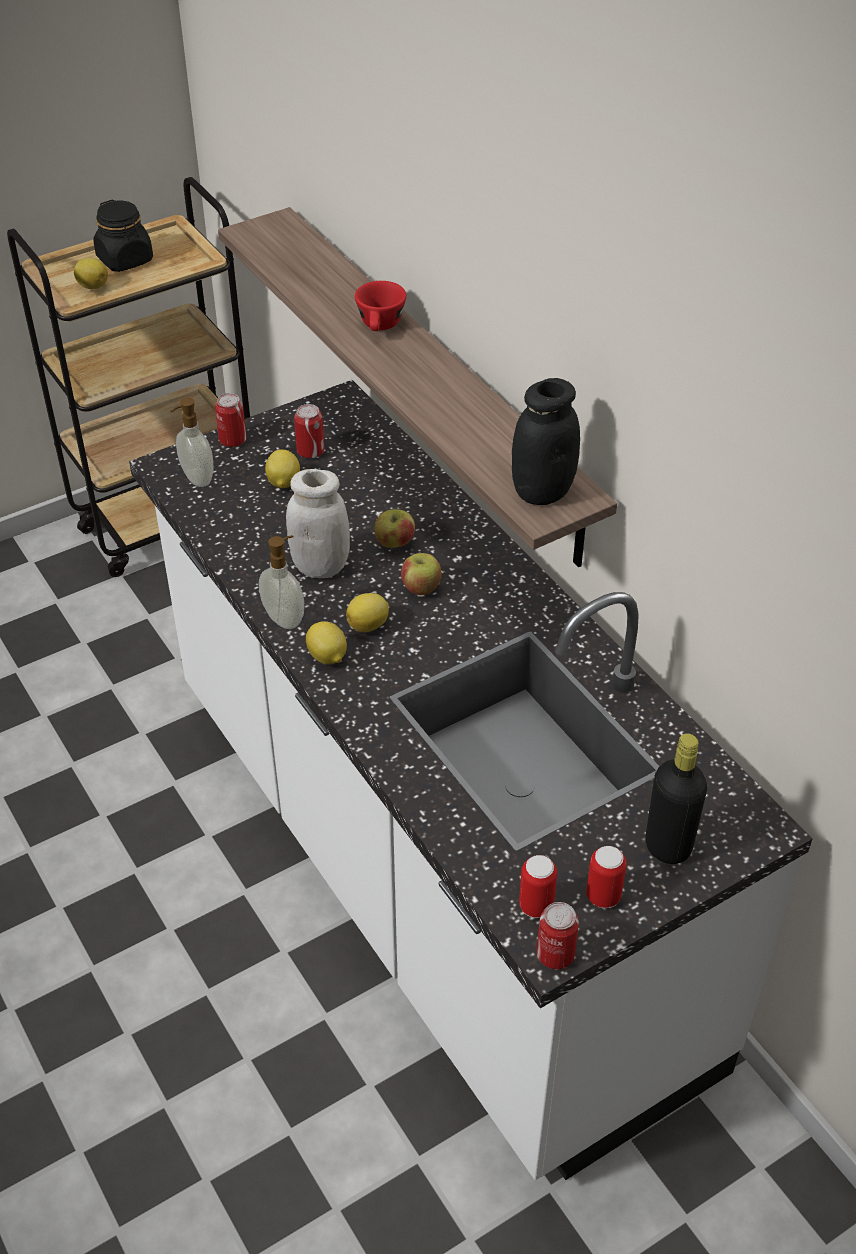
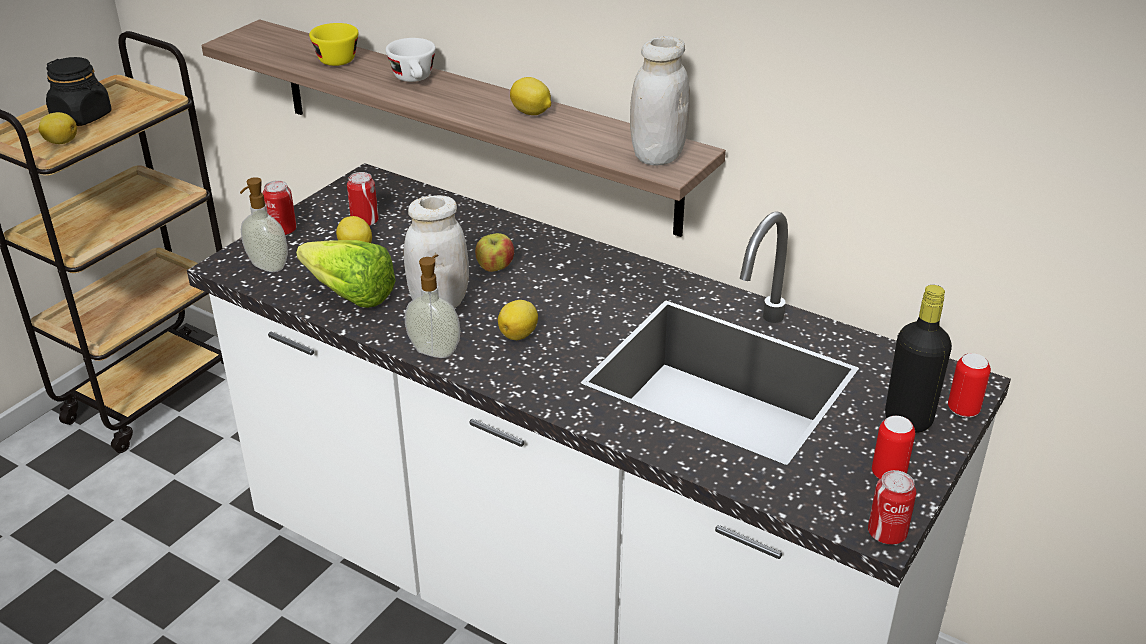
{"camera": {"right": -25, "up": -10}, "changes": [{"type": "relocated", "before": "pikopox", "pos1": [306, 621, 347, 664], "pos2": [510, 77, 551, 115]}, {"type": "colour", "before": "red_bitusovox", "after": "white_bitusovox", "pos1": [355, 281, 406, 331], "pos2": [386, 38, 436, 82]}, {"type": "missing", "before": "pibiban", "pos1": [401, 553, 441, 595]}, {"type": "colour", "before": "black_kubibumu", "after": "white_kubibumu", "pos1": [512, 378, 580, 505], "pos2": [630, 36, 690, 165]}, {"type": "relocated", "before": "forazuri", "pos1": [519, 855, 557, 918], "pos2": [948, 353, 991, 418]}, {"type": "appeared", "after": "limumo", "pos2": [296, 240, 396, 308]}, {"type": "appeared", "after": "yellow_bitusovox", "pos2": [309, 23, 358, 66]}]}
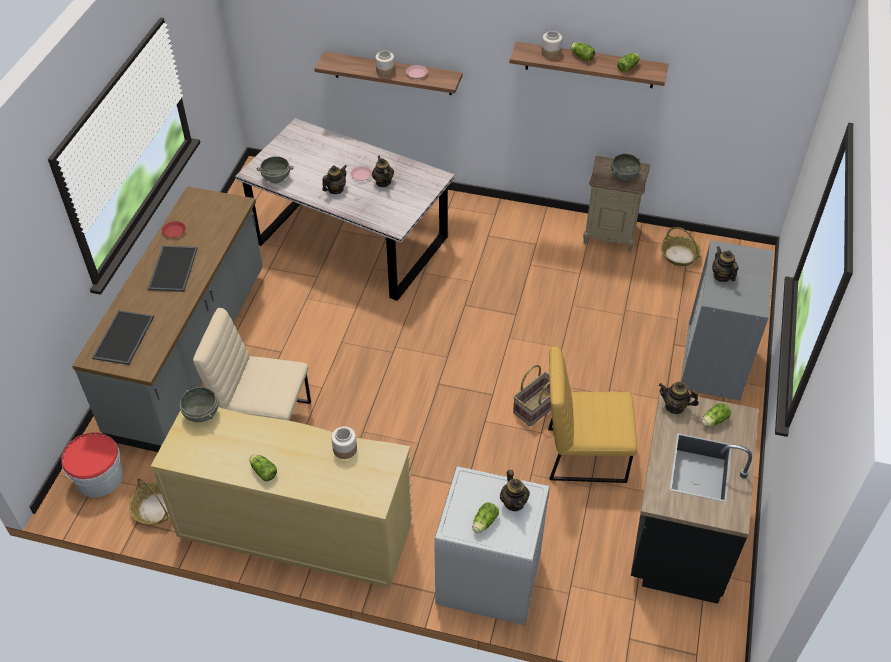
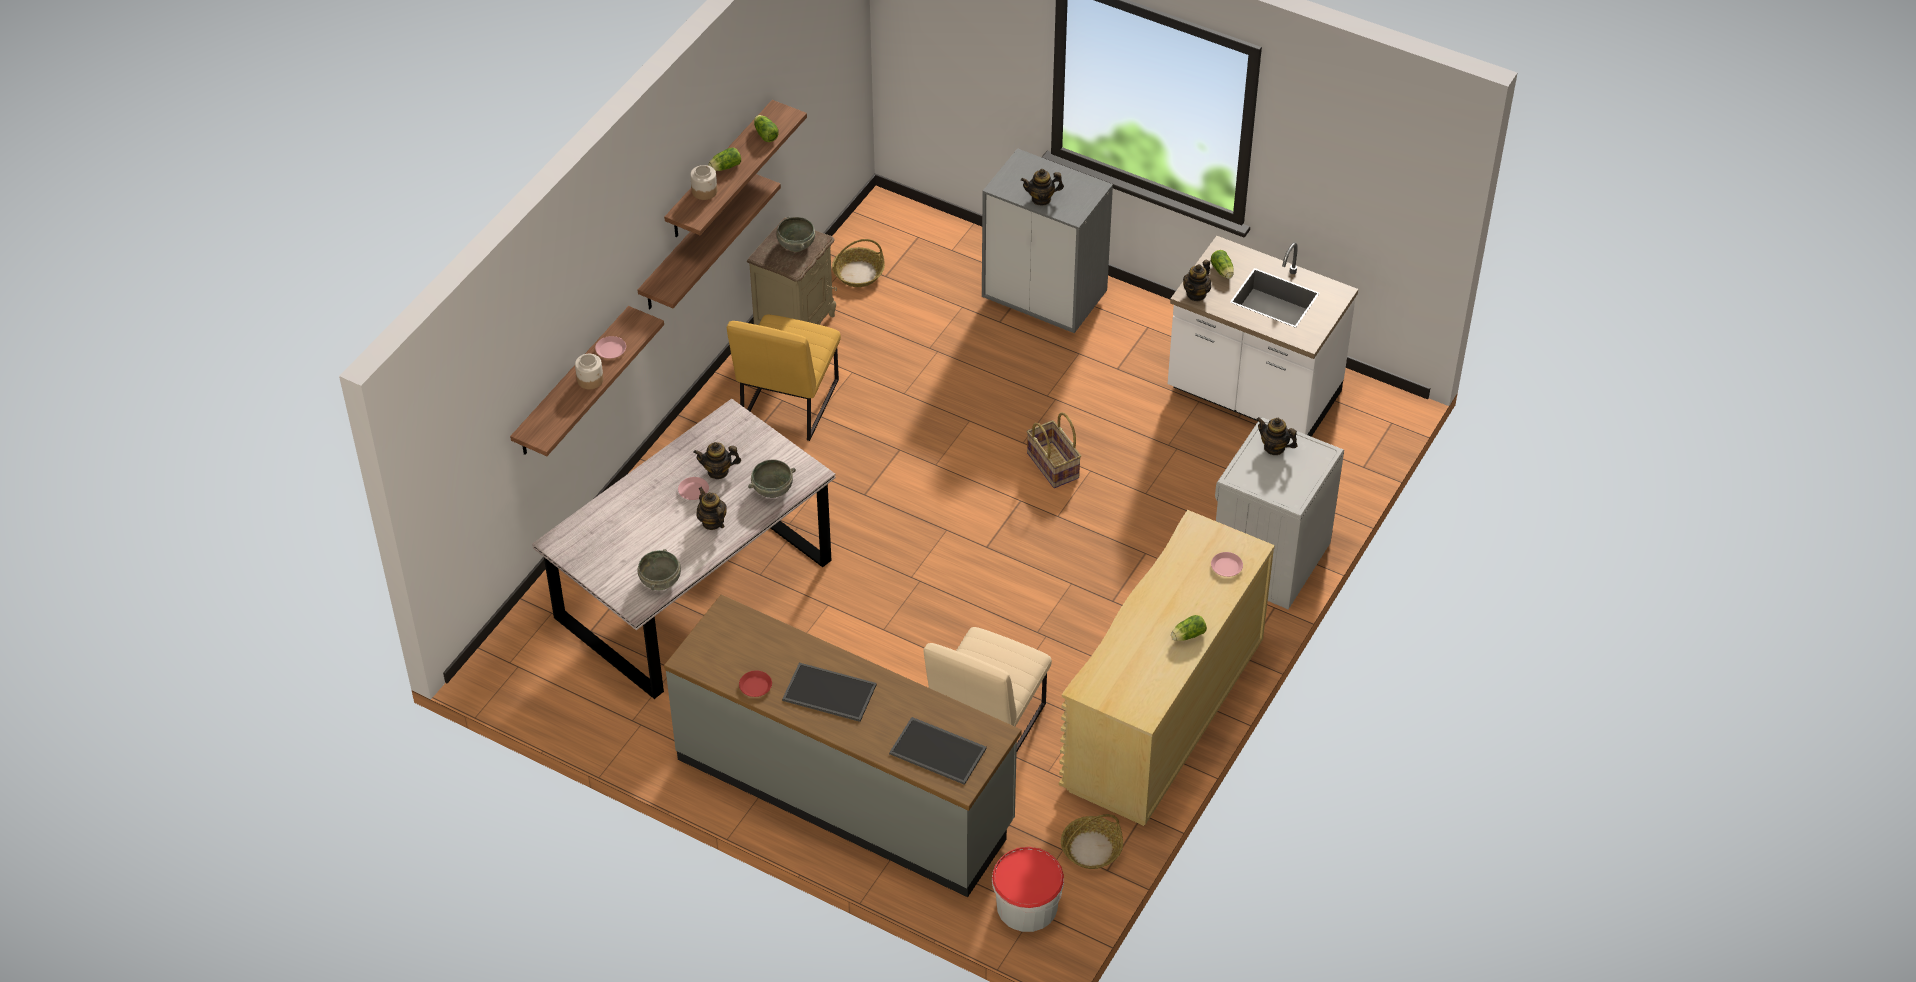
{"camera": {"right": -75, "up": 0}, "changes": [{"type": "relocated", "before": "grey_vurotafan", "pos1": [180, 387, 219, 423], "pos2": [748, 459, 796, 498]}, {"type": "missing", "before": "kubibumu", "pos1": [331, 426, 357, 459]}, {"type": "missing", "before": "limumo", "pos1": [473, 502, 499, 533]}, {"type": "spun", "before": "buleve", "pos1": [500, 470, 530, 511], "pos2": [1257, 417, 1297, 455], "turn": -150}, {"type": "relocated", "before": "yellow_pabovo", "pos1": [548, 347, 637, 483], "pos2": [727, 315, 841, 441]}, {"type": "colour", "before": "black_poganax", "after": "white_poganax", "pos1": [631, 392, 758, 604], "pos2": [1168, 236, 1358, 437]}, {"type": "appeared", "after": "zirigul", "pos2": [638, 174, 781, 309]}, {"type": "appeared", "after": "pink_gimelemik", "pos2": [1211, 552, 1243, 577]}]}
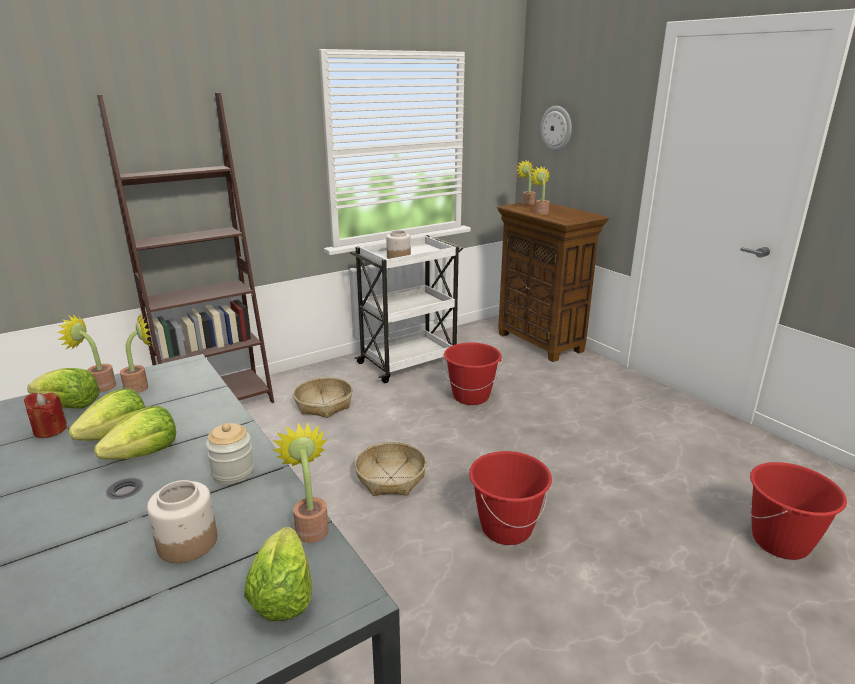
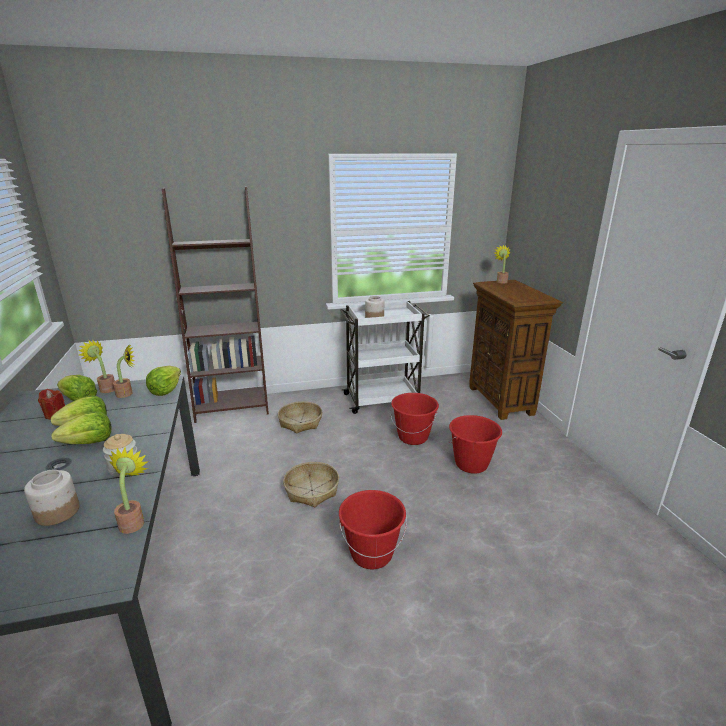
{"camera": {"right": 20, "up": 0}, "changes": [{"type": "relocated", "before": "limumo", "pos1": [244, 527, 312, 621], "pos2": [146, 366, 181, 396]}, {"type": "missing", "before": "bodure", "pos1": [529, 167, 550, 215]}, {"type": "missing", "before": "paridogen", "pos1": [540, 106, 572, 151]}, {"type": "relocated", "before": "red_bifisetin", "pos1": [749, 462, 847, 560], "pos2": [448, 415, 502, 474]}]}
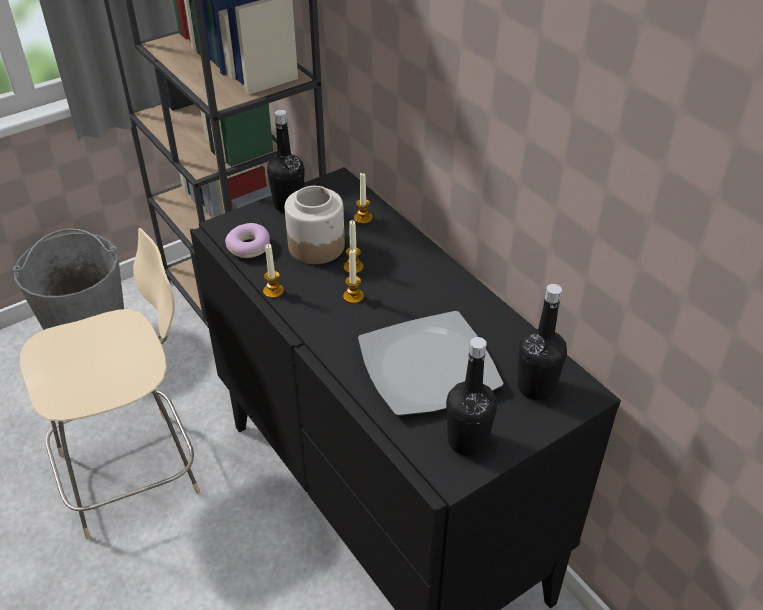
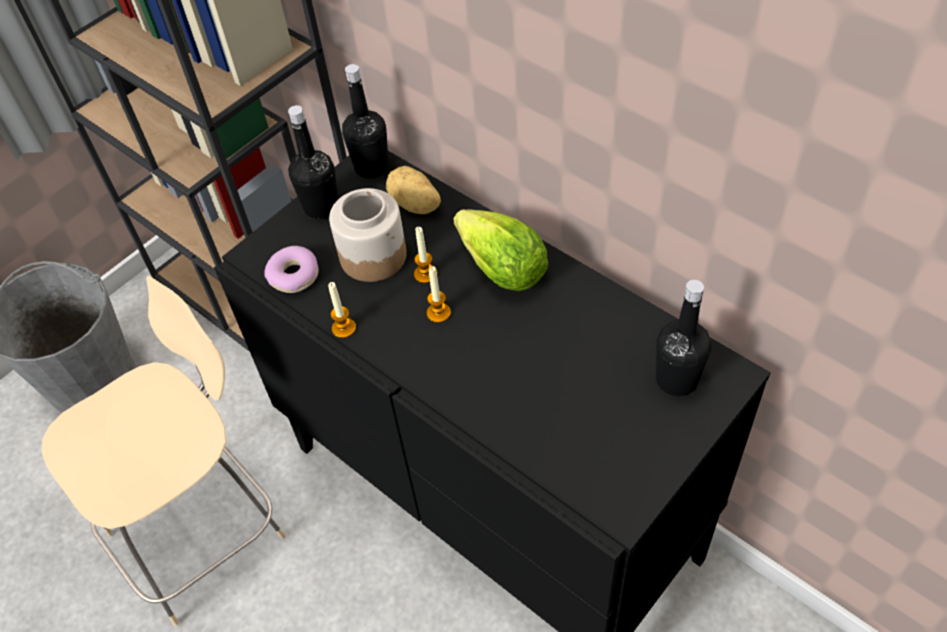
{"camera": {"right": -10, "up": 10}, "changes": [{"type": "exchanged", "before": "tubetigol", "after": "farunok", "pos1": [354, 172, 373, 224], "pos2": [386, 166, 441, 214]}, {"type": "missing", "before": "gimelemik", "pos1": [358, 311, 503, 416]}, {"type": "relocated", "before": "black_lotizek", "pos1": [446, 337, 497, 456], "pos2": [342, 64, 389, 178]}, {"type": "appeared", "after": "limumo", "pos2": [453, 209, 548, 291]}]}
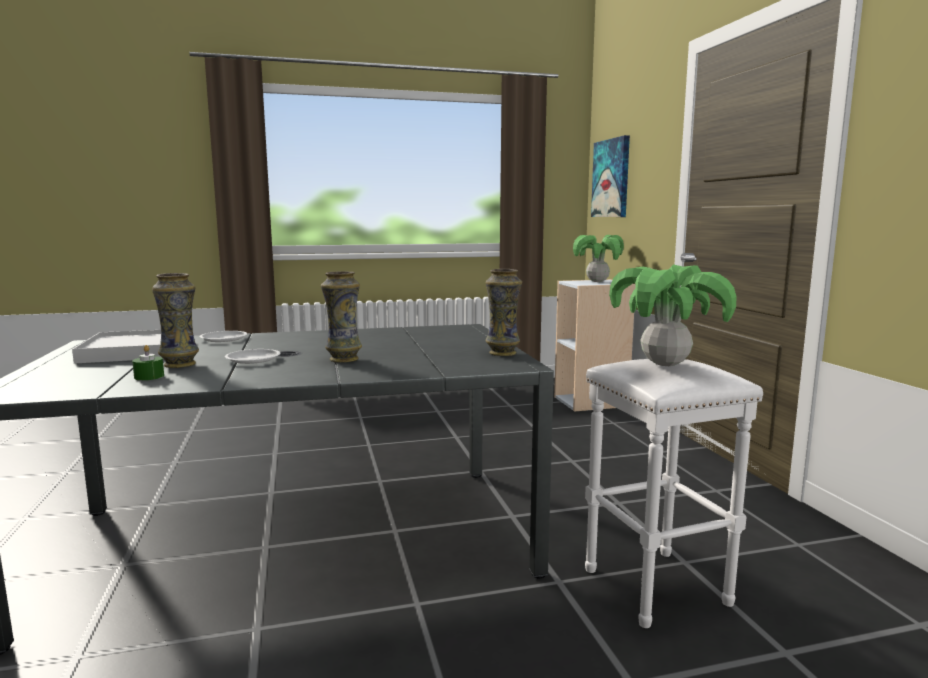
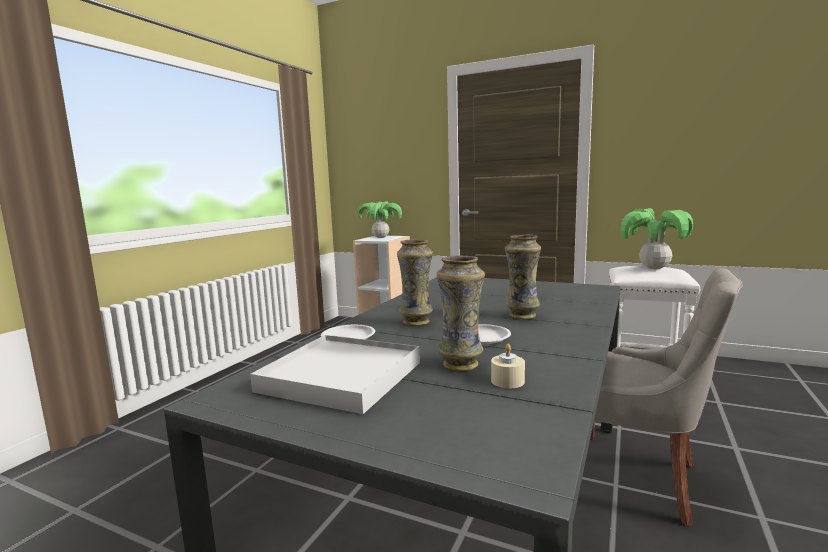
{"camera": {"right": -50, "up": 0}, "changes": [{"type": "colour", "before": "green_tubetigol", "after": "beige_tubetigol", "pos1": [132, 345, 164, 380], "pos2": [491, 344, 525, 388]}, {"type": "relocated", "before": "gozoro", "pos1": [486, 269, 522, 356], "pos2": [397, 239, 433, 326]}, {"type": "missing", "before": "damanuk", "pos1": [591, 135, 630, 217]}, {"type": "appeared", "after": "grey_pabovo", "pos2": [590, 268, 743, 526]}]}
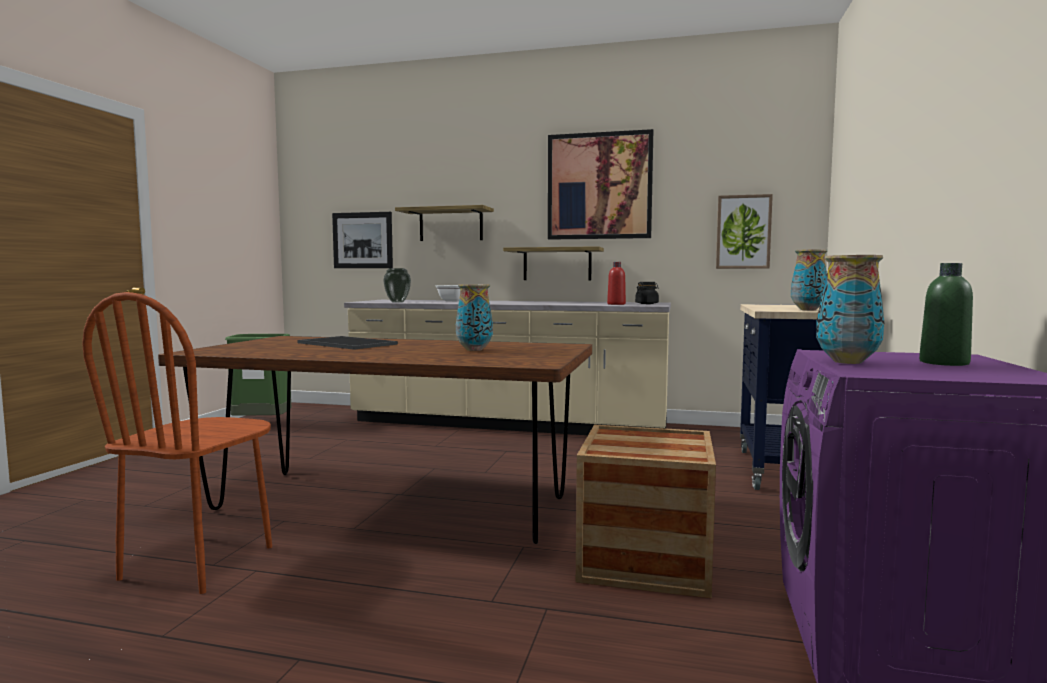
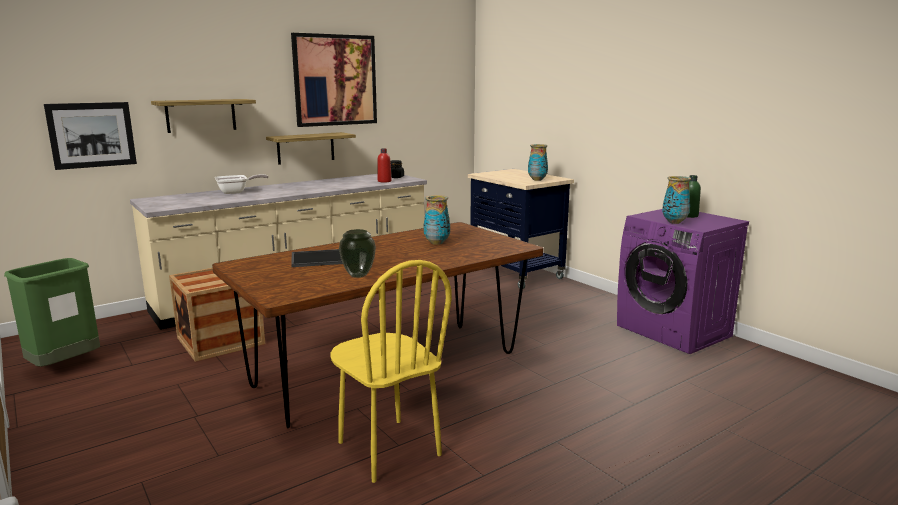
{"camera": {"right": -50, "up": 10}, "changes": [{"type": "colour", "before": "brown_pabovo", "after": "yellow_pabovo", "pos1": [82, 292, 272, 594], "pos2": [331, 260, 452, 483]}, {"type": "relocated", "before": "gozoro", "pos1": [383, 268, 411, 303], "pos2": [339, 229, 376, 278]}, {"type": "relocated", "before": "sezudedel", "pos1": [576, 424, 716, 598], "pos2": [169, 268, 265, 362]}, {"type": "missing", "before": "damanuk", "pos1": [716, 194, 773, 269]}]}
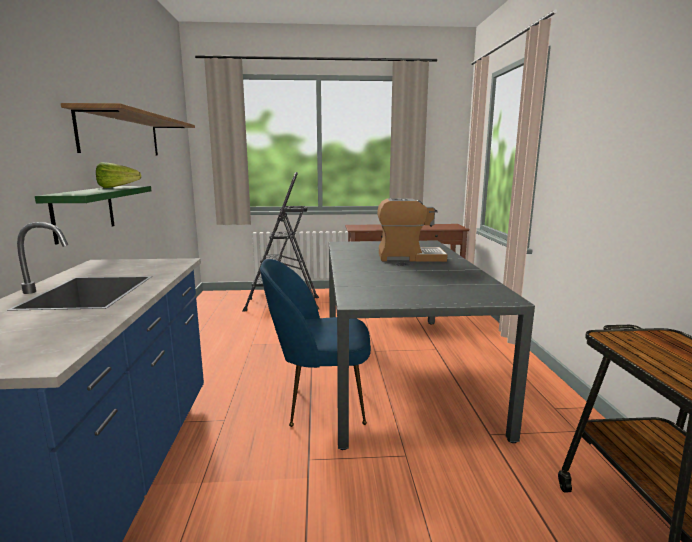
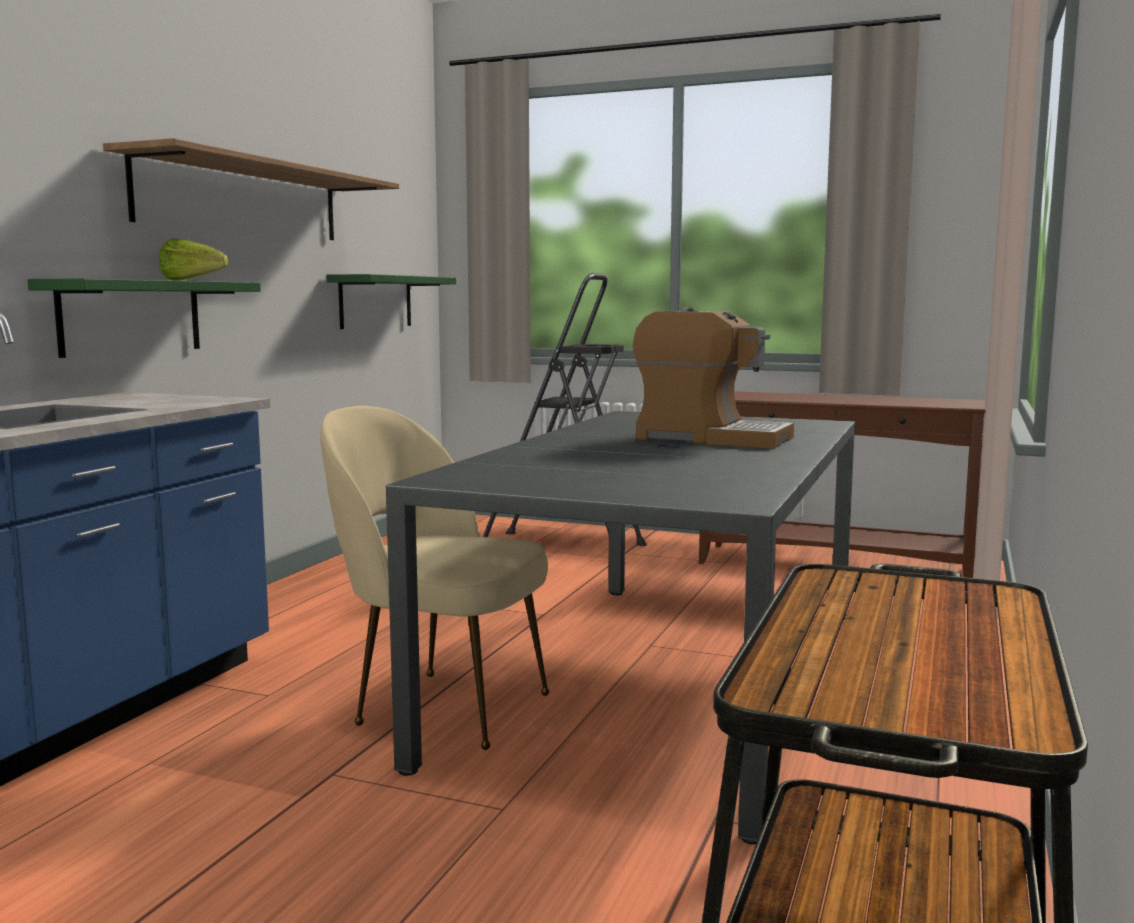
{"camera": {"right": 25, "up": -5}, "changes": [{"type": "colour", "before": "blue_pabovo", "after": "beige_pabovo", "pos1": [260, 259, 371, 427], "pos2": [320, 406, 549, 750]}, {"type": "appeared", "after": "green_zirigul", "pos2": [326, 274, 456, 329]}]}
